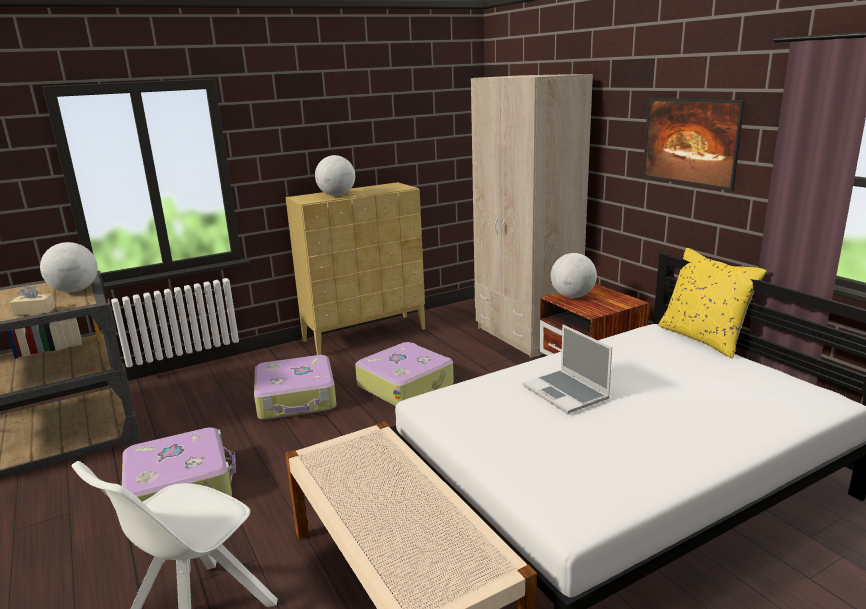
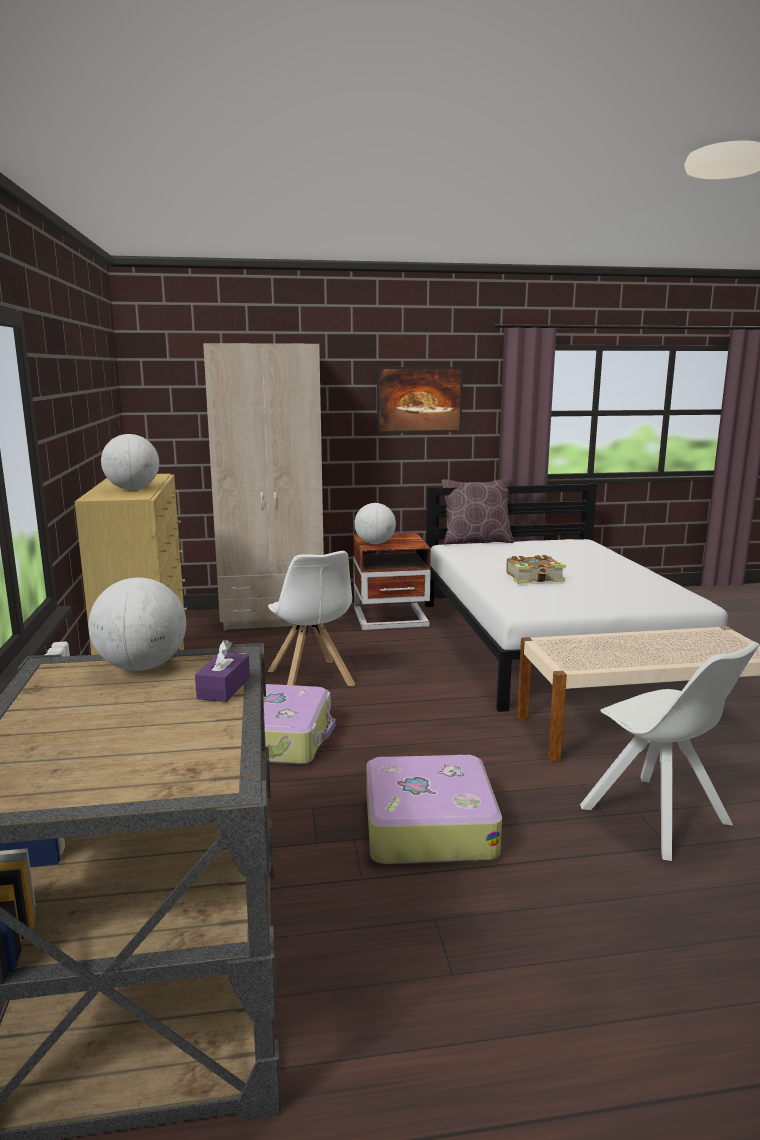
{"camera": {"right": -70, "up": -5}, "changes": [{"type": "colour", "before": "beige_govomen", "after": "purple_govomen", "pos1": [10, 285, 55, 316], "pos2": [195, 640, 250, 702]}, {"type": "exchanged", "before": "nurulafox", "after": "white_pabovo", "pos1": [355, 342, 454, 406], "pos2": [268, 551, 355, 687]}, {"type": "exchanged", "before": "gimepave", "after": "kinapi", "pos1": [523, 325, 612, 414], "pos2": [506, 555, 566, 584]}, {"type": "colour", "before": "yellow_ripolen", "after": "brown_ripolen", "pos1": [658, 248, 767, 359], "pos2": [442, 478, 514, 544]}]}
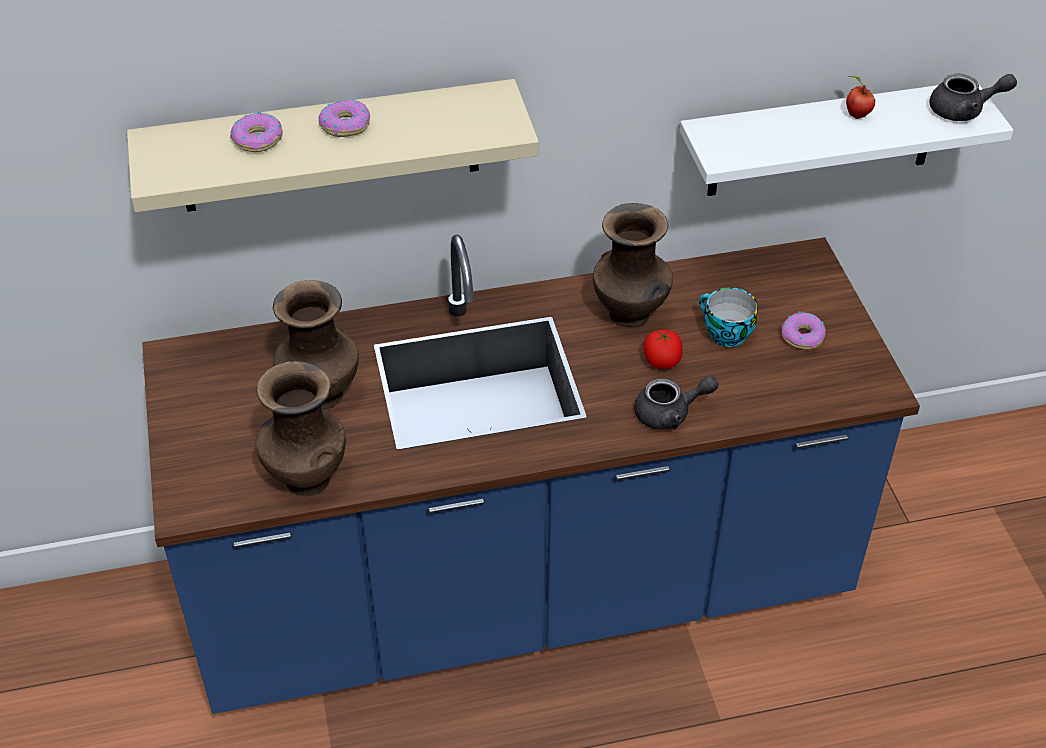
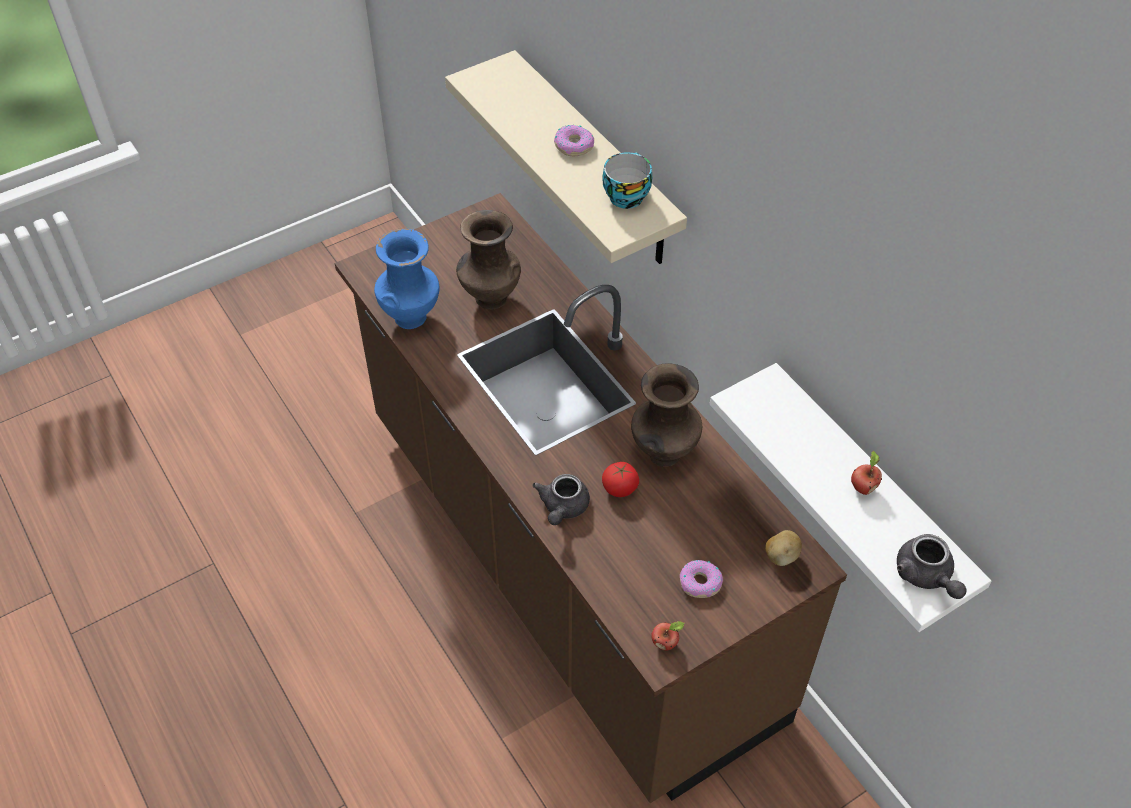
{"camera": {"right": 70, "up": 5}, "changes": [{"type": "colour", "before": "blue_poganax", "after": "brown_poganax", "pos1": [142, 235, 920, 714], "pos2": [335, 193, 847, 803]}, {"type": "missing", "before": "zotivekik", "pos1": [230, 112, 283, 152]}, {"type": "colour", "before": "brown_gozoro", "after": "blue_gozoro", "pos1": [256, 361, 346, 496], "pos2": [374, 229, 440, 329]}, {"type": "spun", "before": "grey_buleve", "pos1": [634, 376, 719, 430], "pos2": [532, 474, 590, 525], "turn": 45}, {"type": "relocated", "before": "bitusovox", "pos1": [699, 287, 758, 347], "pos2": [602, 152, 652, 209]}, {"type": "appeared", "after": "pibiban", "pos2": [651, 621, 685, 650]}, {"type": "appeared", "after": "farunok", "pos2": [765, 530, 802, 566]}]}
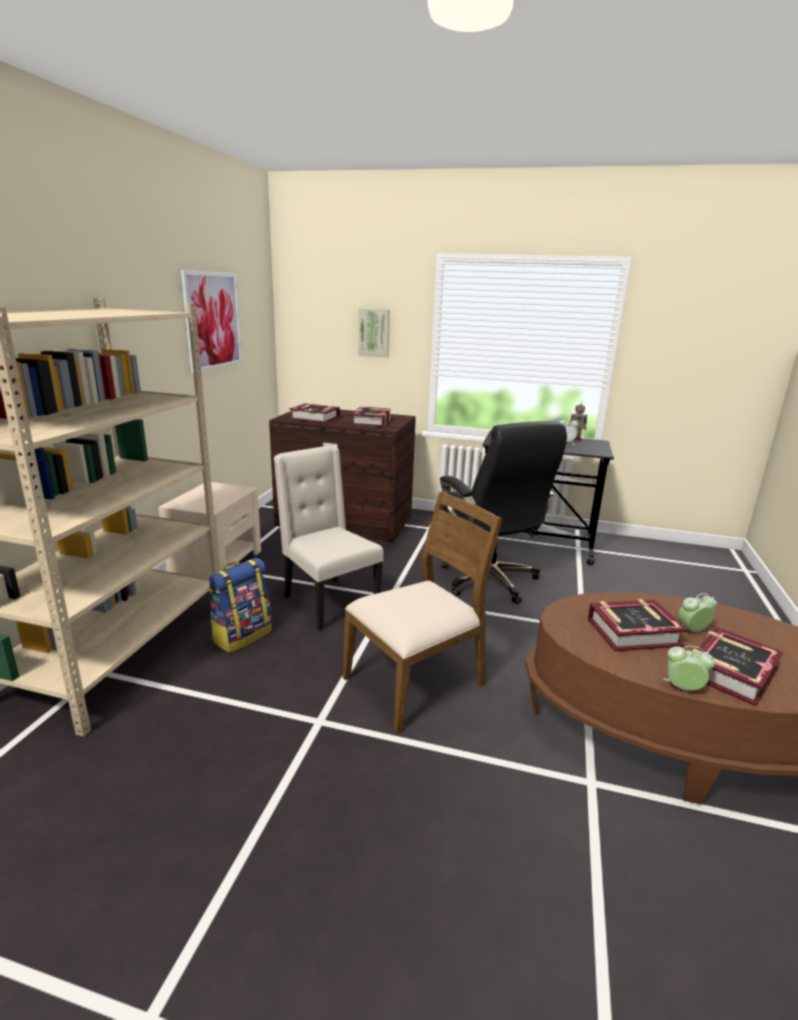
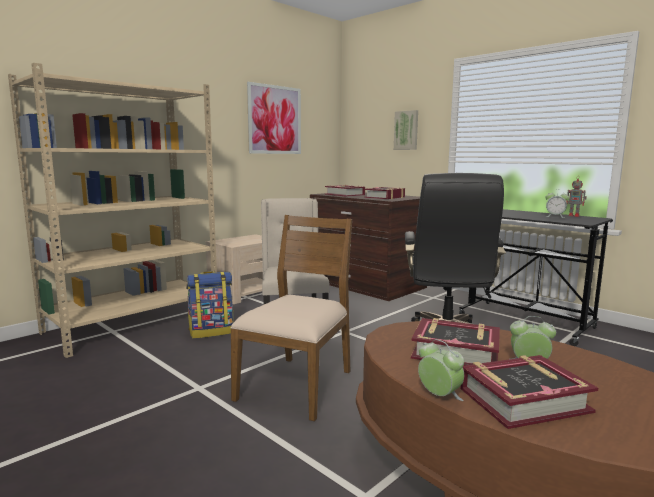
{"camera": {"right": 30, "up": -10}, "changes": [{"type": "spun", "before": "brown_pabovo", "pos1": [342, 491, 502, 734], "pos2": [230, 215, 352, 422], "turn": -60}]}
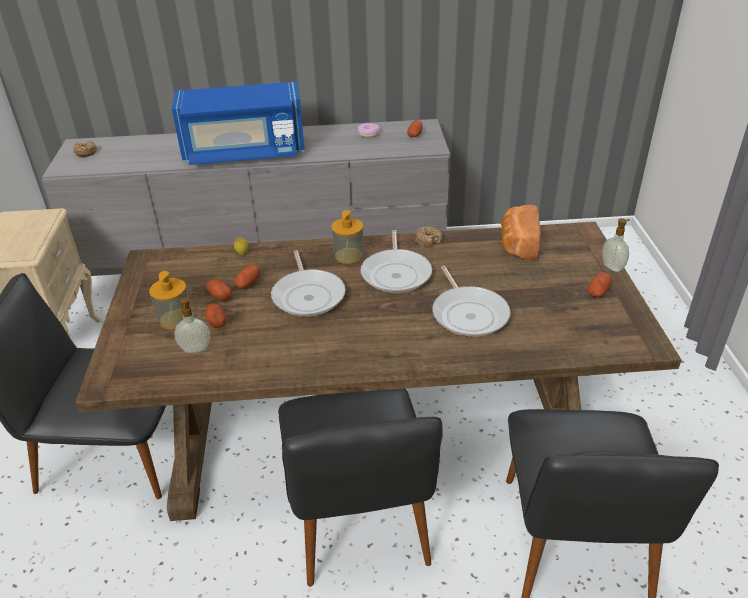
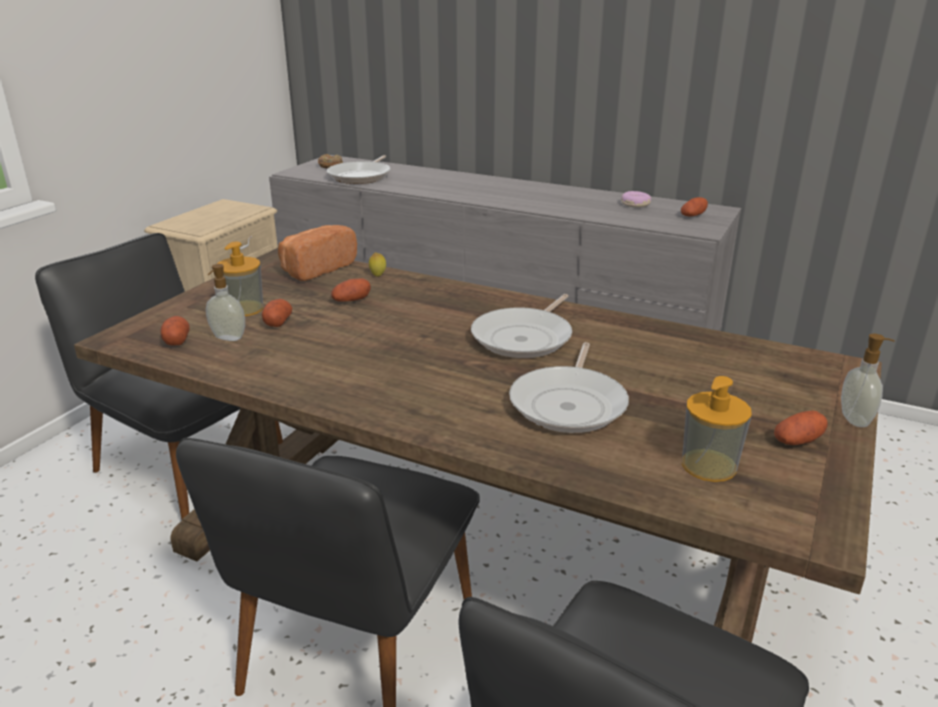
{"camera": {"right": 30, "up": -10}, "changes": [{"type": "missing", "before": "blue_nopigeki", "pos1": [172, 81, 305, 165]}, {"type": "relocated", "before": "farunok", "pos1": [206, 279, 232, 301], "pos2": [160, 316, 190, 345]}, {"type": "relocated", "before": "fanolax", "pos1": [271, 250, 345, 317], "pos2": [327, 155, 391, 184]}, {"type": "relocated", "before": "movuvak", "pos1": [331, 210, 363, 264], "pos2": [682, 376, 752, 482]}, {"type": "missing", "before": "zotivekik", "pos1": [414, 226, 442, 248]}, {"type": "relocated", "before": "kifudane", "pos1": [501, 205, 541, 260], "pos2": [278, 225, 357, 281]}]}
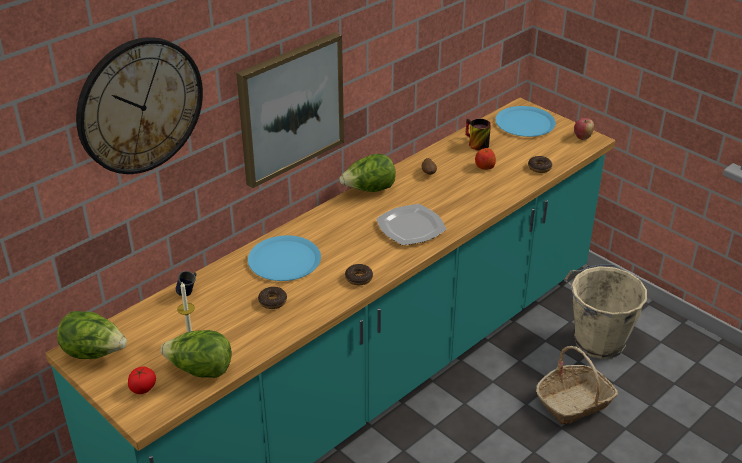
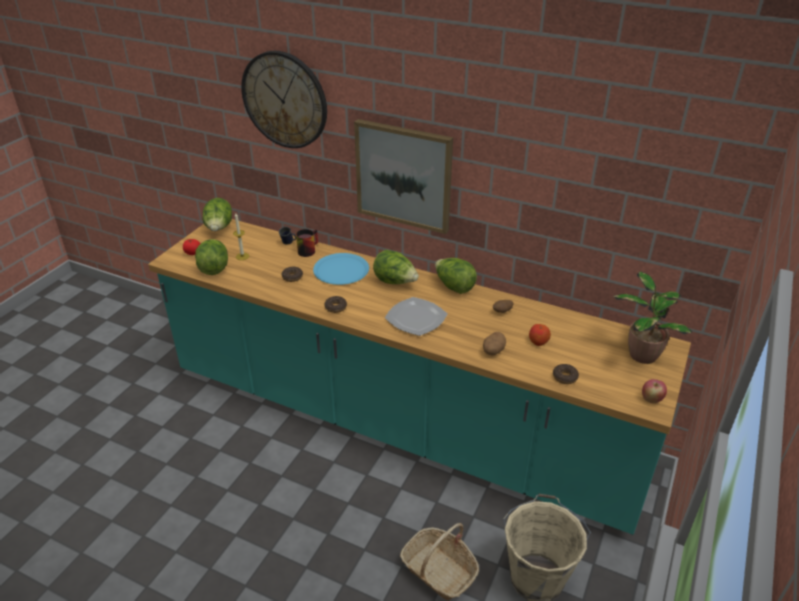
{"camera": {"right": 70, "up": 0}, "changes": [{"type": "relocated", "before": "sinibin", "pos1": [465, 119, 491, 150], "pos2": [296, 229, 318, 257]}, {"type": "exchanged", "before": "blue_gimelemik", "after": "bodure", "pos1": [495, 106, 556, 137], "pos2": [613, 272, 692, 364]}, {"type": "appeared", "after": "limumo", "pos2": [373, 250, 419, 284]}, {"type": "appeared", "after": "farunok", "pos2": [483, 332, 506, 356]}]}
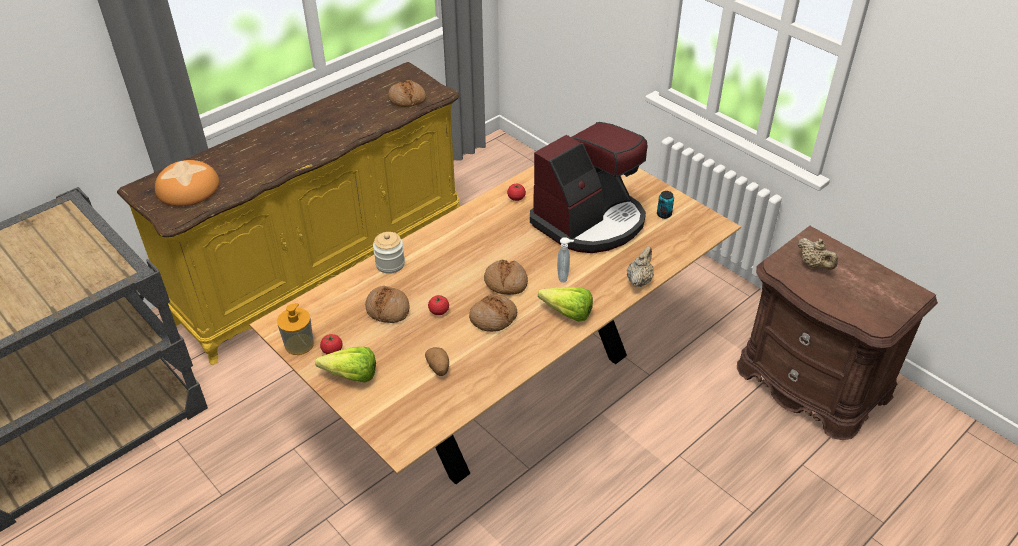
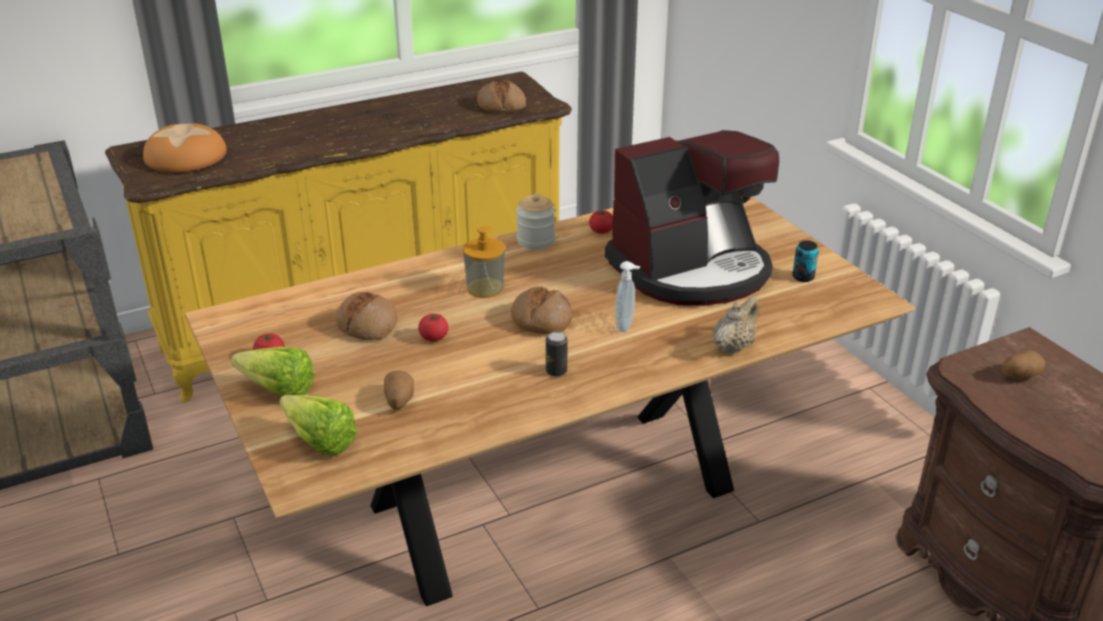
{"camera": {"right": 15, "up": -10}, "changes": [{"type": "relocated", "before": "movuvak", "pos1": [277, 303, 314, 355], "pos2": [463, 227, 505, 298]}, {"type": "relocated", "before": "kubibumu", "pos1": [373, 232, 405, 274], "pos2": [516, 194, 555, 250]}, {"type": "missing", "before": "kifudane", "pos1": [469, 295, 517, 332]}, {"type": "relocated", "before": "limumo", "pos1": [538, 287, 593, 322], "pos2": [279, 395, 357, 455]}, {"type": "exchanged", "before": "beige_buleve", "after": "farunok", "pos1": [797, 238, 838, 270], "pos2": [1002, 351, 1045, 380]}, {"type": "appeared", "after": "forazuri", "pos2": [546, 332, 568, 377]}]}
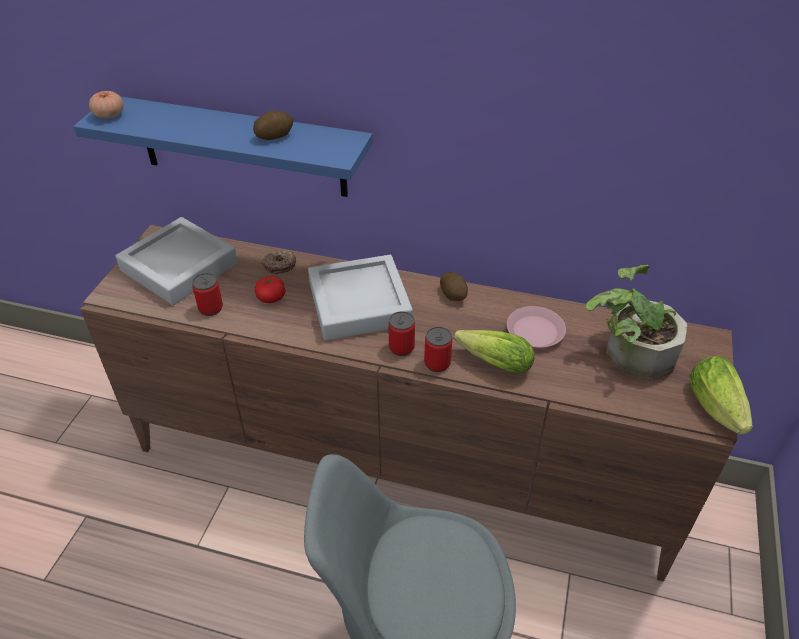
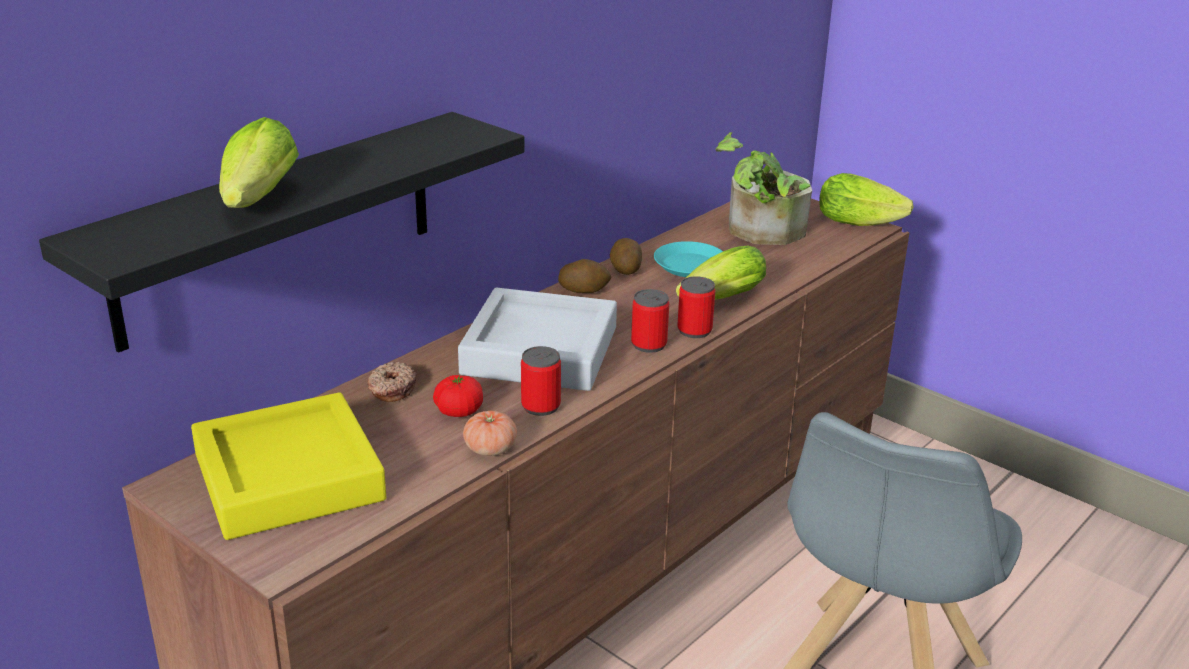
{"camera": {"right": -65, "up": -15}, "changes": [{"type": "colour", "before": "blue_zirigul", "after": "black_zirigul", "pos1": [74, 96, 373, 197], "pos2": [39, 112, 525, 353]}, {"type": "relocated", "before": "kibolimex", "pos1": [89, 91, 124, 119], "pos2": [463, 411, 517, 456]}, {"type": "colour", "before": "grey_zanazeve", "after": "yellow_zanazeve", "pos1": [116, 217, 238, 305], "pos2": [191, 392, 386, 540]}, {"type": "relocated", "before": "forazuri", "pos1": [192, 273, 223, 316], "pos2": [521, 346, 561, 416]}, {"type": "relocated", "before": "farunok", "pos1": [253, 111, 294, 140], "pos2": [610, 238, 642, 275]}, {"type": "colour", "before": "pink_gimelemik", "after": "turquoise_gimelemik", "pos1": [507, 306, 566, 348], "pos2": [654, 241, 723, 277]}, {"type": "appeared", "after": "limumo", "pos2": [219, 117, 299, 208]}]}
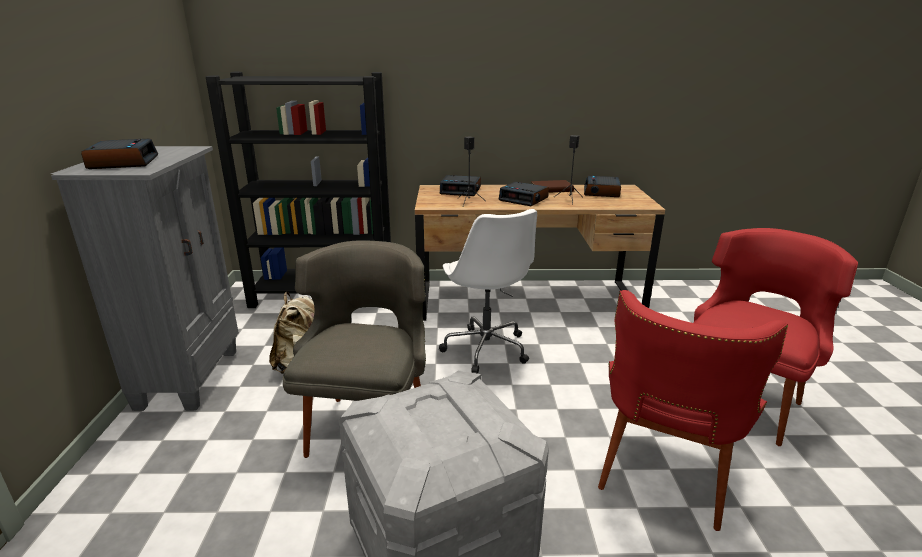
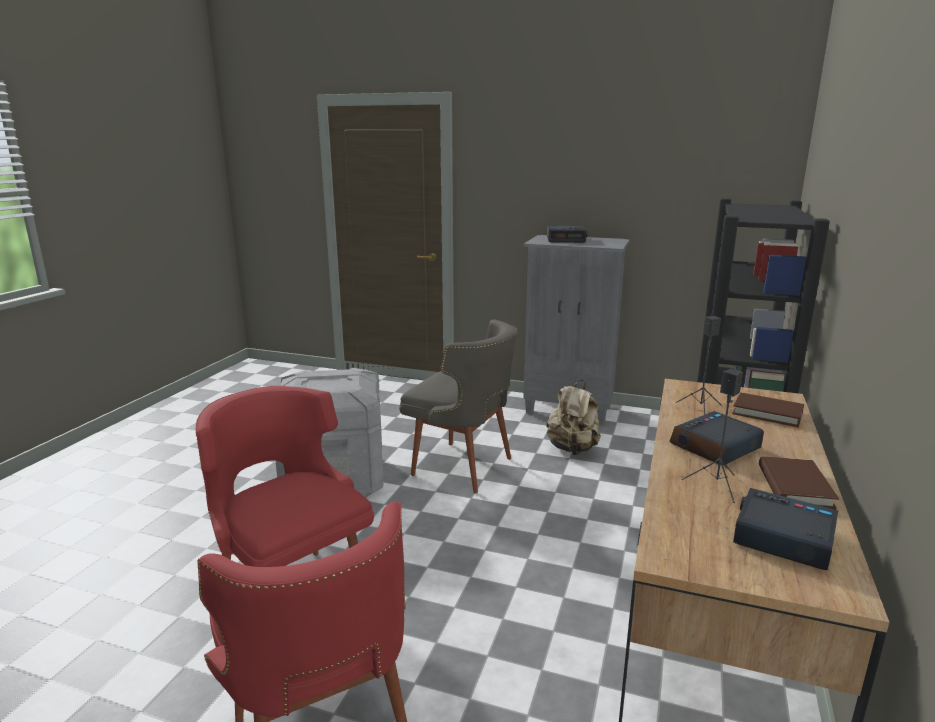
{"camera": {"right": 110, "up": -5}, "changes": [{"type": "missing", "before": "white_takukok", "pos1": [439, 209, 537, 374]}, {"type": "exchanged", "before": "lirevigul", "after": "brown_kinapi", "pos1": [440, 175, 481, 196], "pos2": [732, 392, 804, 427]}]}
